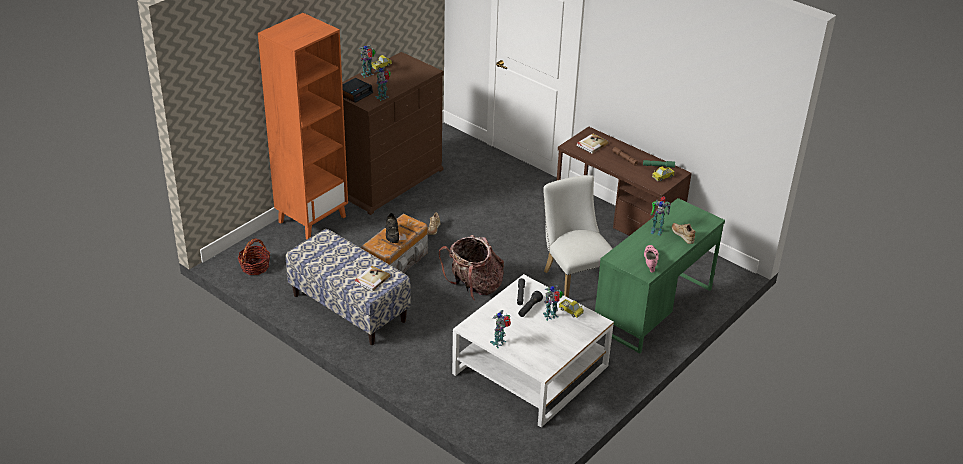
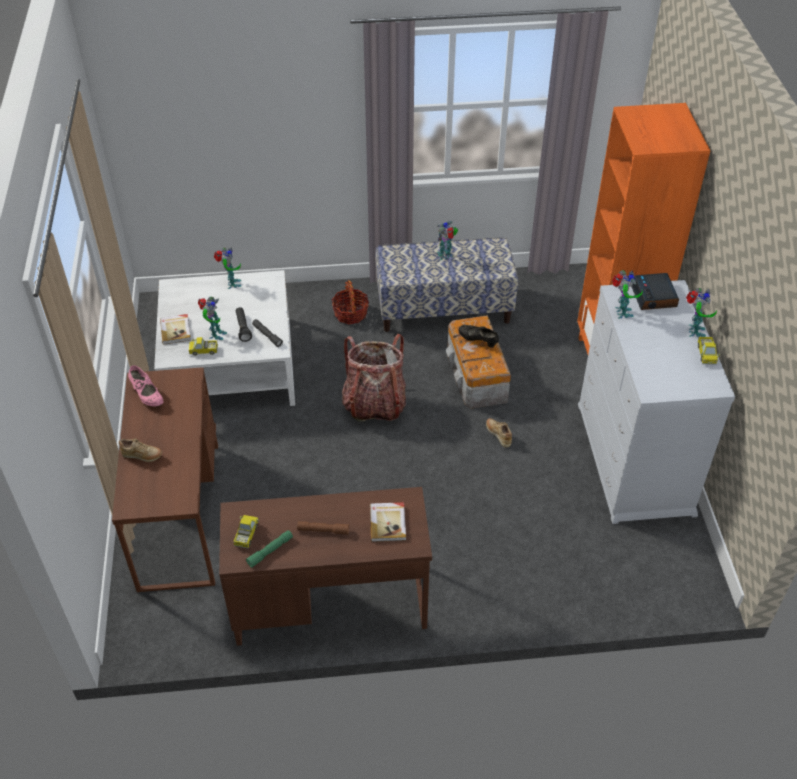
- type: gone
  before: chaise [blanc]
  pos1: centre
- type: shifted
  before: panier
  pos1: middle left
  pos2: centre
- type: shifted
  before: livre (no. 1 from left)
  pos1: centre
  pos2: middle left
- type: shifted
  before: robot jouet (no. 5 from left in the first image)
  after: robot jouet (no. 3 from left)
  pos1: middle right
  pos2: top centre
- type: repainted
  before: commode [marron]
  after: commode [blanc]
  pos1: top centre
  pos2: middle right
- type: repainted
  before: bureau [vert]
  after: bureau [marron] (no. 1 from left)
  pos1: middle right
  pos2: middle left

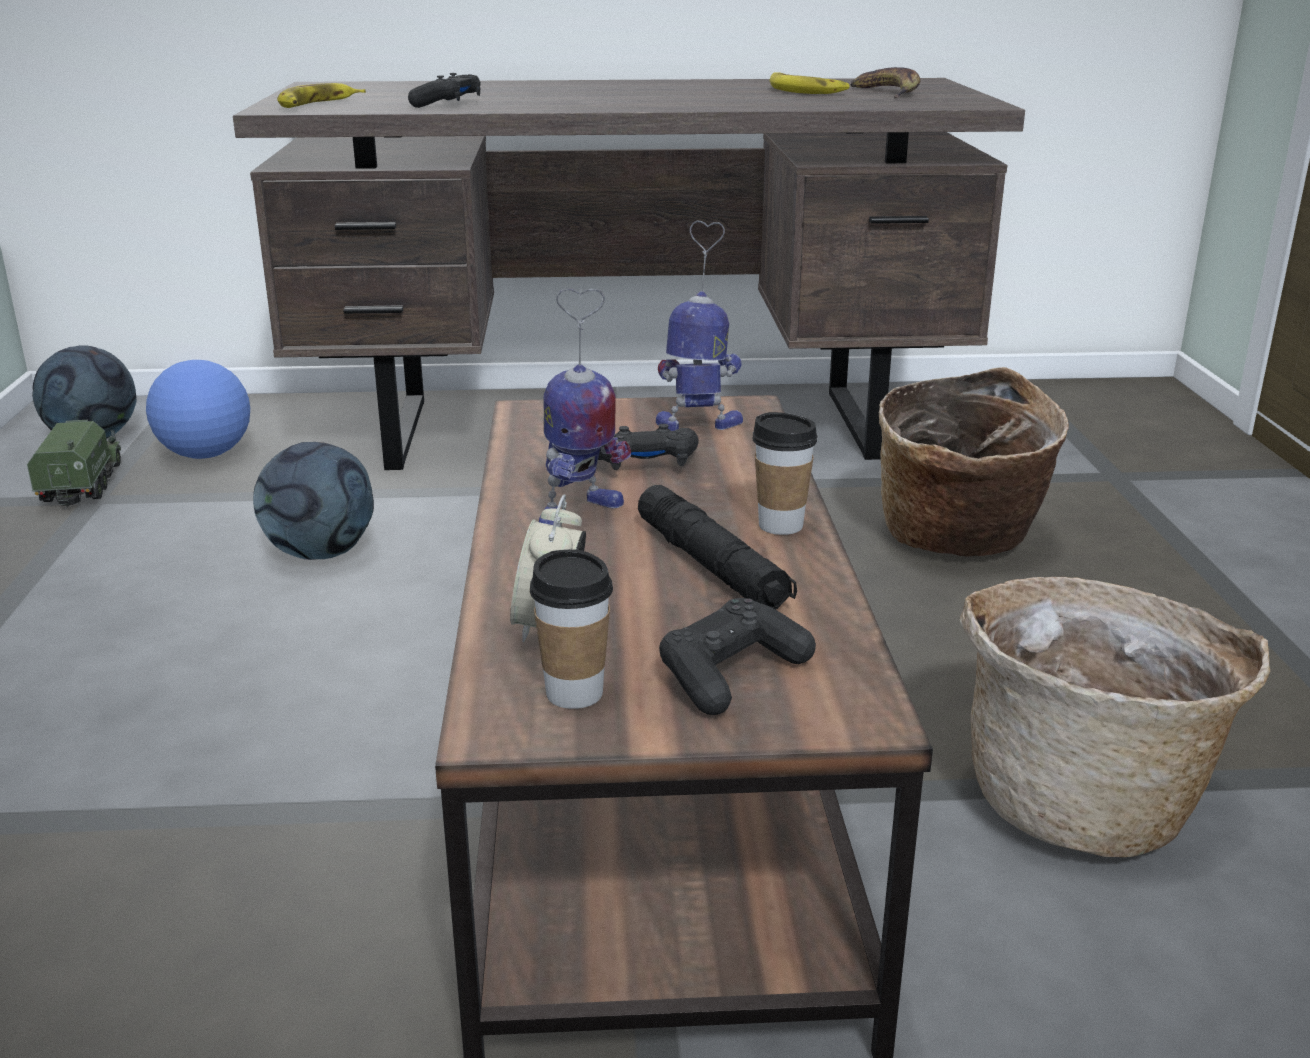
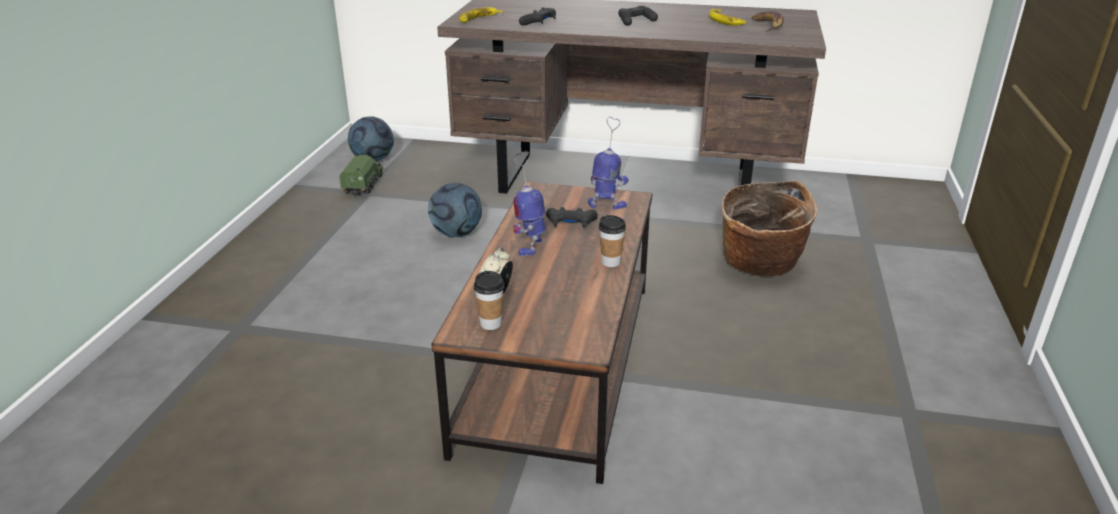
- type: gone
  before: ballon de foot (no. 2 from left)
  pos1: middle left
- type: gone
  before: lampe de poche [noir]
  pos1: centre
- type: gone
  before: panier (no. 2 from left)
  pos1: bottom right
- type: shifted
  before: manette [noir] (no. 3 from left)
  pos1: centre
  pos2: top centre
- type: rotated
  before: robot jouet (no. 1 from left)
  pos1: centre
  pos2: centre
  turn: 135

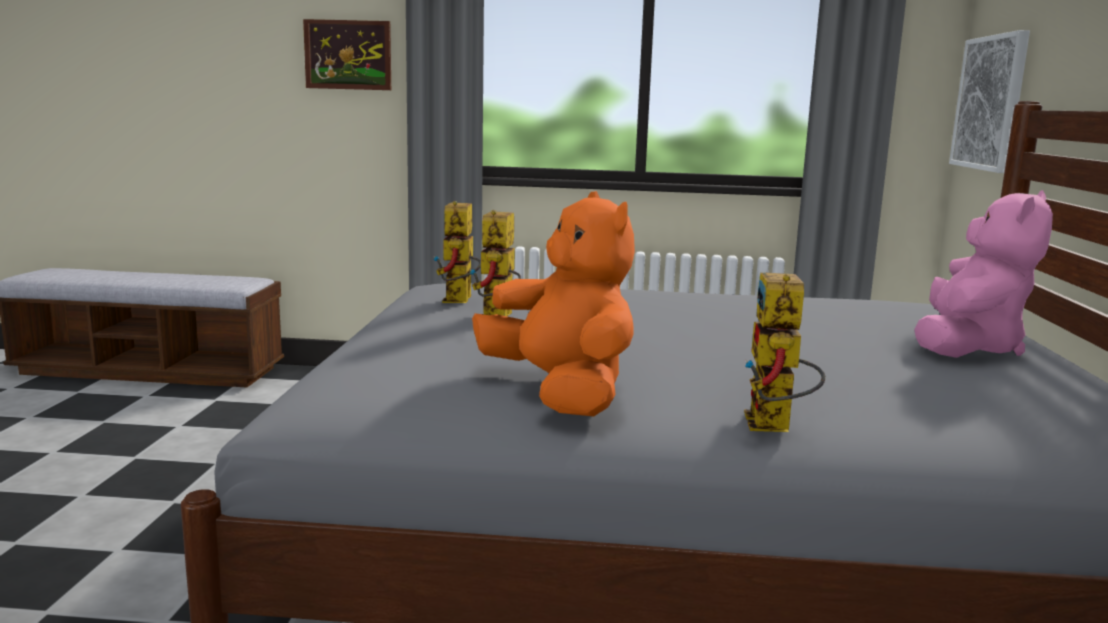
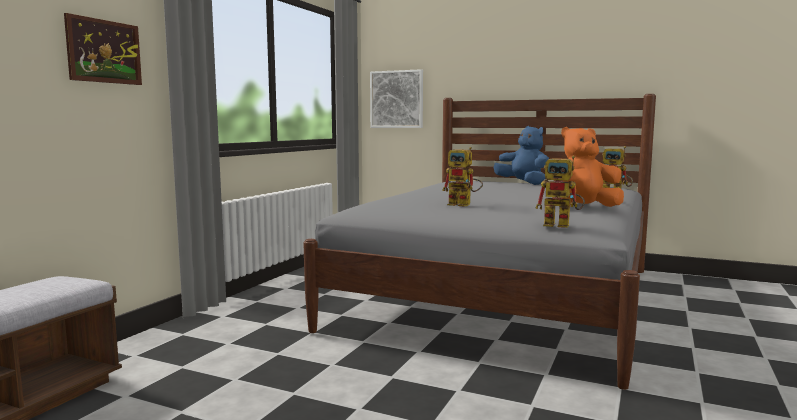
- type: shifted
  before: robot jouet (no. 1 from left in the first image)
  after: robot jouet (no. 2 from left)
  pos1: centre
  pos2: middle right
- type: repainted
  before: peluche [rose]
  after: peluche [bleu]
  pos1: middle right
  pos2: centre

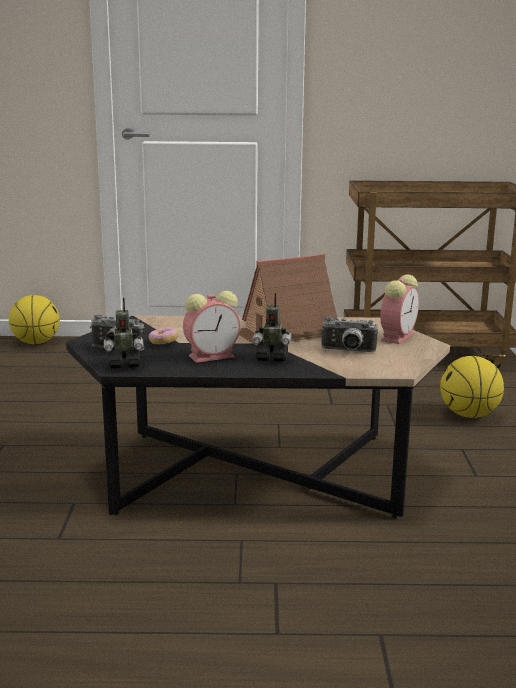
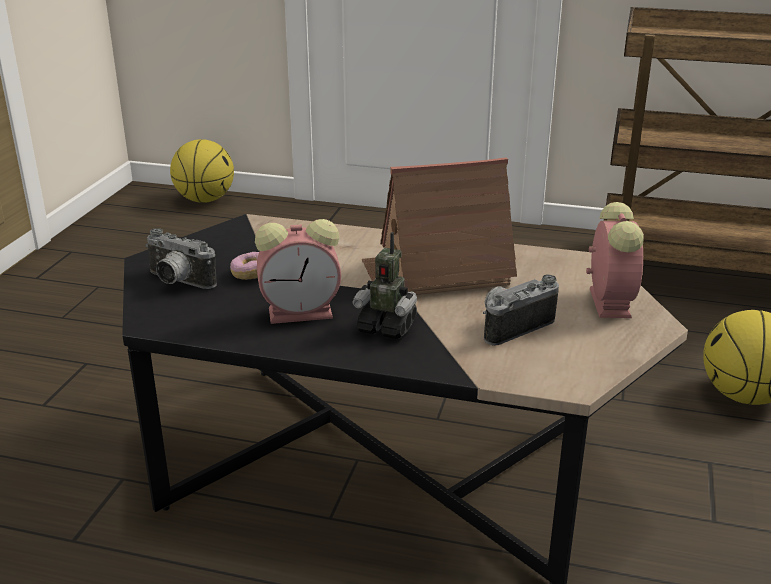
- type: gone
  before: robot jouet (no. 1 from left)
  pos1: middle left
- type: rotated
  before: appareil photo (no. 2 from left)
  pos1: middle right
  pos2: middle right
  turn: 120
- type: rotated
  before: réveil (no. 2 from left)
  pos1: middle right
  pos2: middle right
  turn: -45

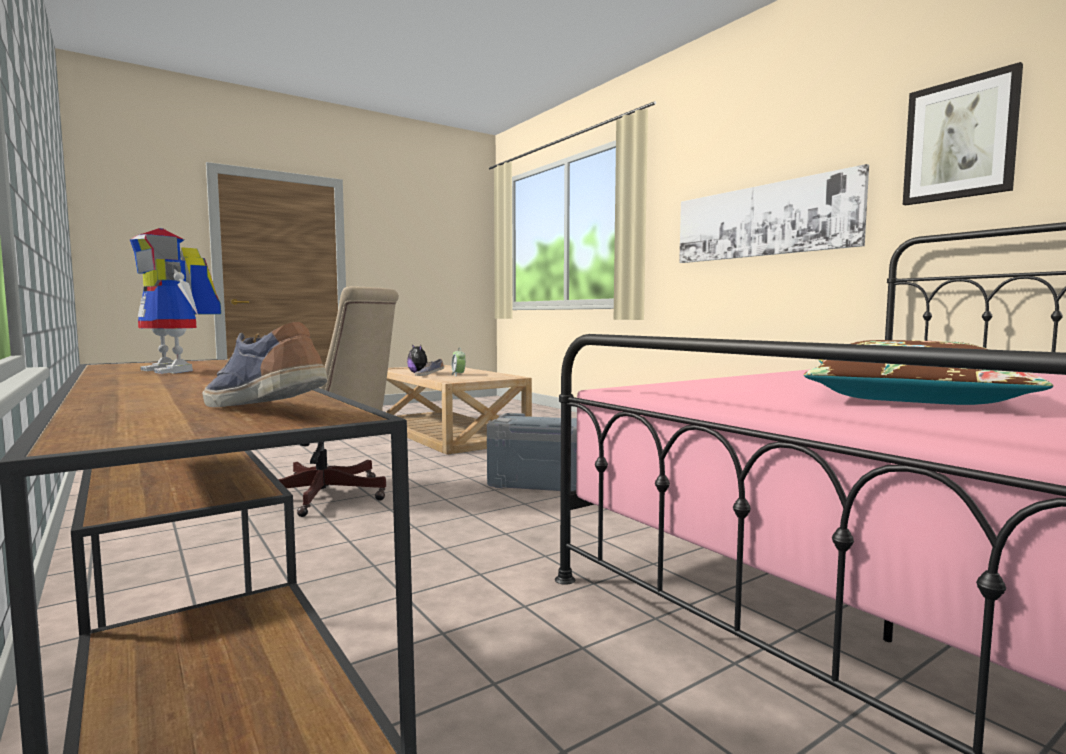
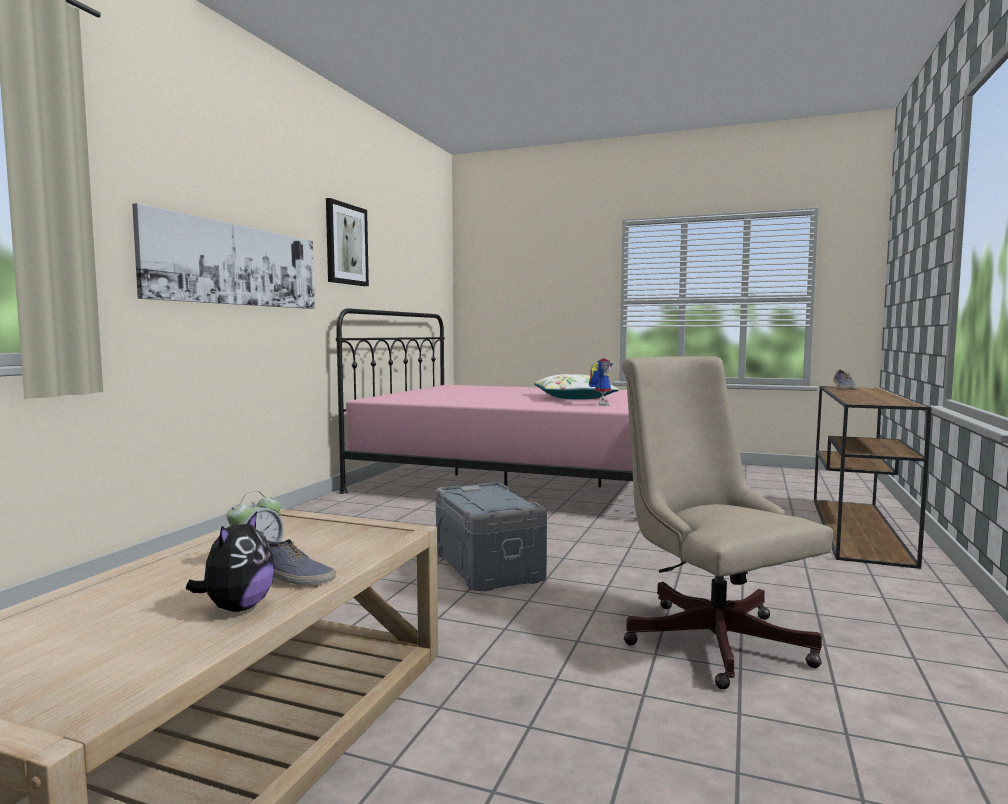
- type: shifted
  before: robot jouet
  pos1: middle left
  pos2: centre
- type: repainted
  before: coussin [marron]
  after: coussin [blanc]
  pos1: middle right
  pos2: centre

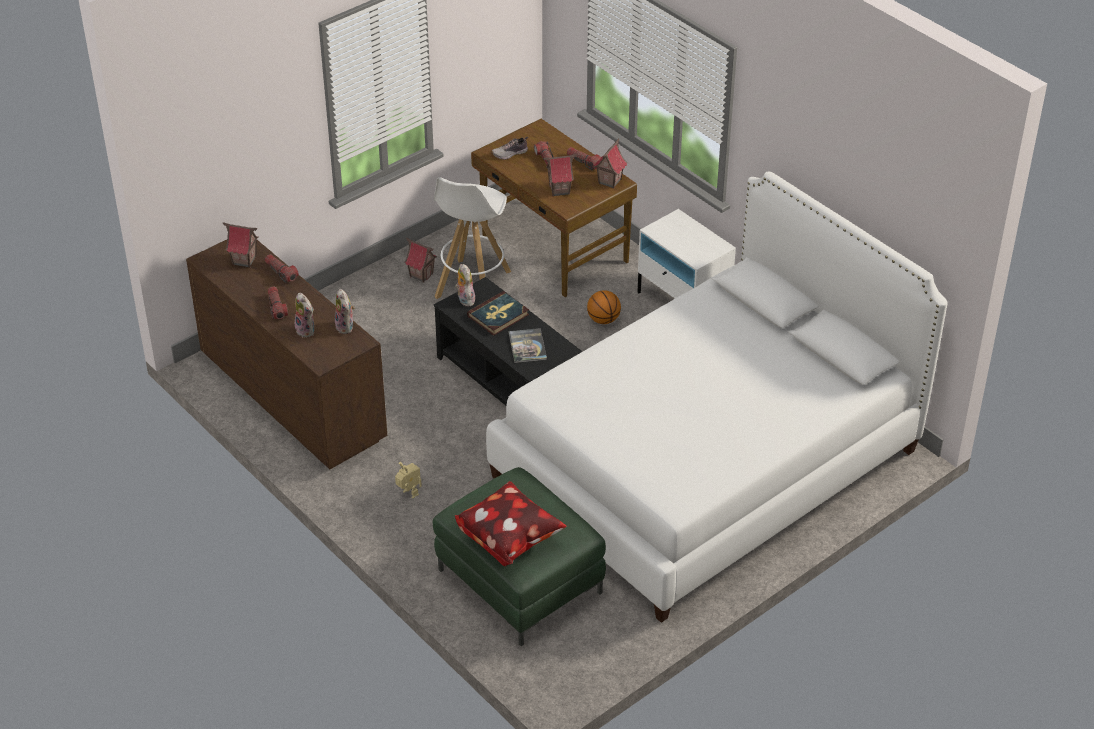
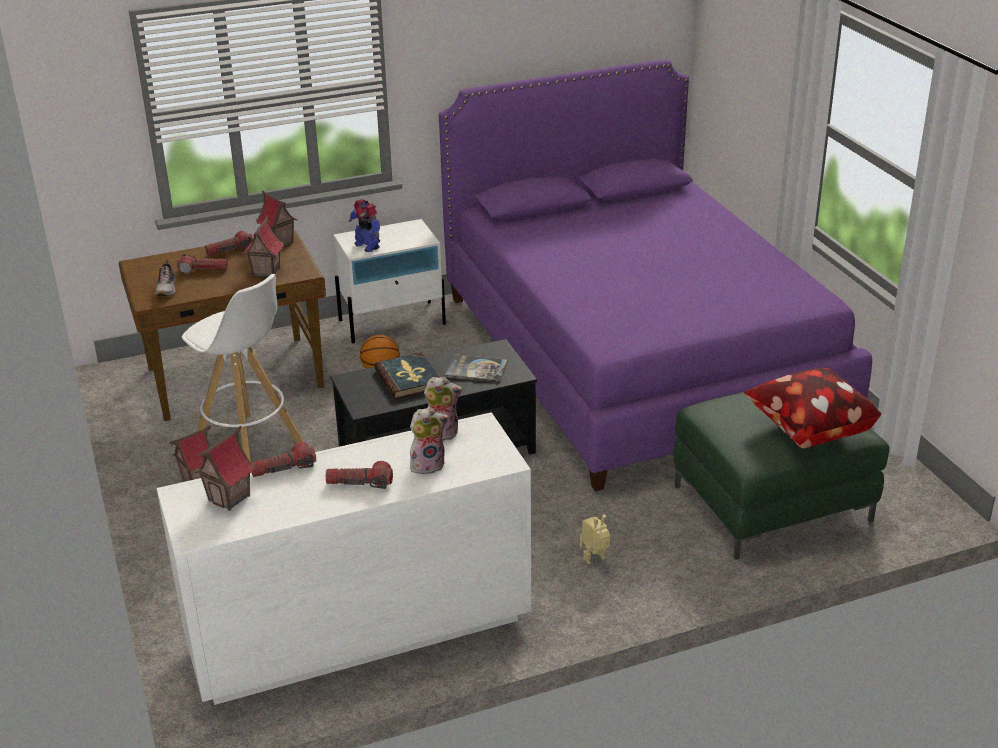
- type: gone
  before: peluche (no. 3 from left)
  pos1: centre
- type: new
  after: robot jouet (no. 1 from left)
  pos2: top centre
- type: repainted
  before: commode [marron]
  after: commode [blanc]
  pos1: middle left
  pos2: bottom centre
- type: repainted
  before: lit [blanc]
  after: lit [violet]
  pos1: centre
  pos2: centre

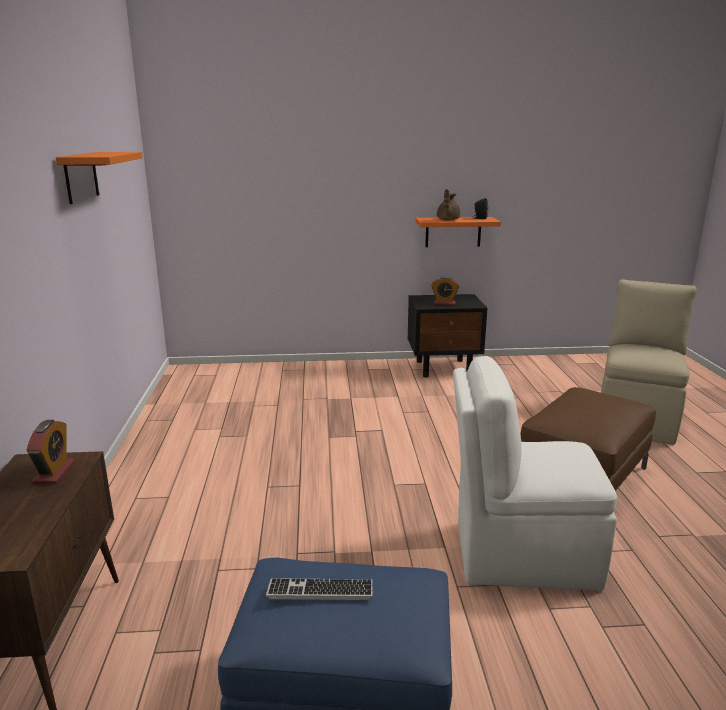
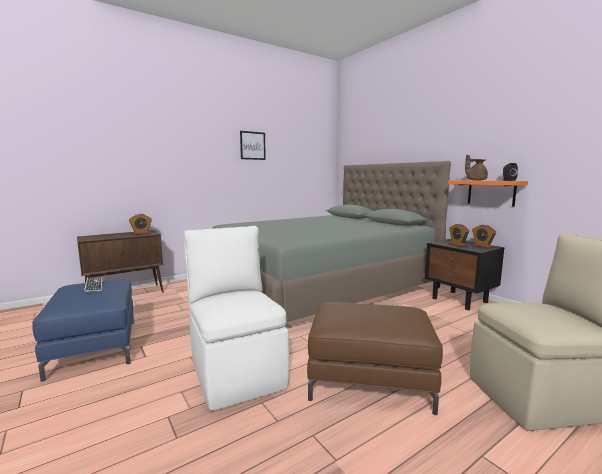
- type: new
  after: lit [gris]
  pos2: centre
- type: new
  after: réveil (no. 3 from left)
  pos2: middle right
- type: swapped
  before: étagère [orange] (no. 1 from left)
  after: tableau
  pos1: top left
  pos2: top centre

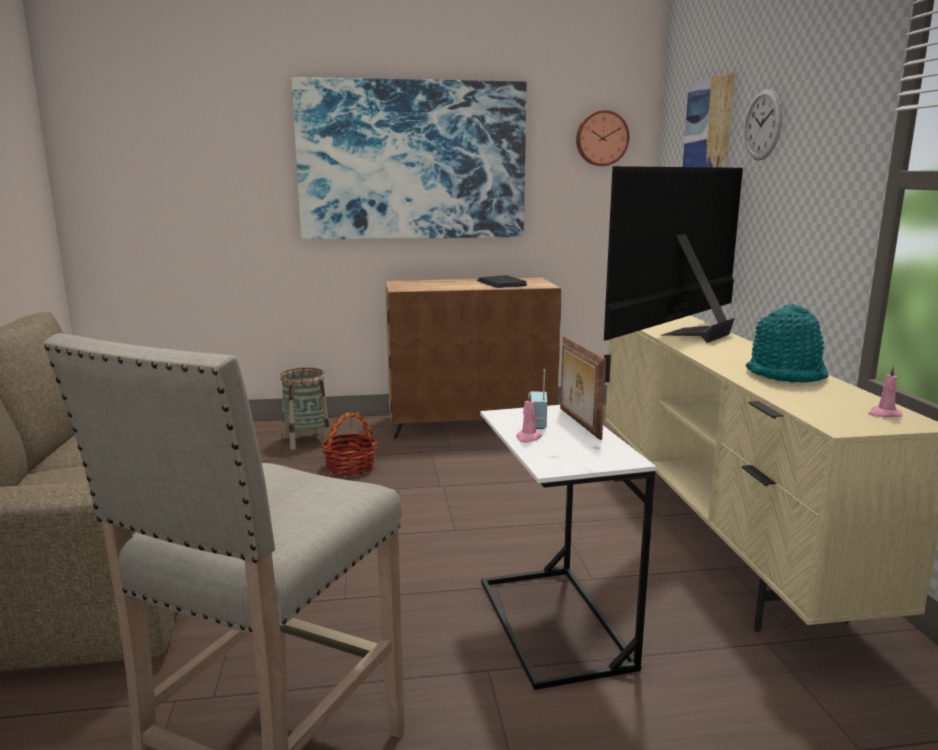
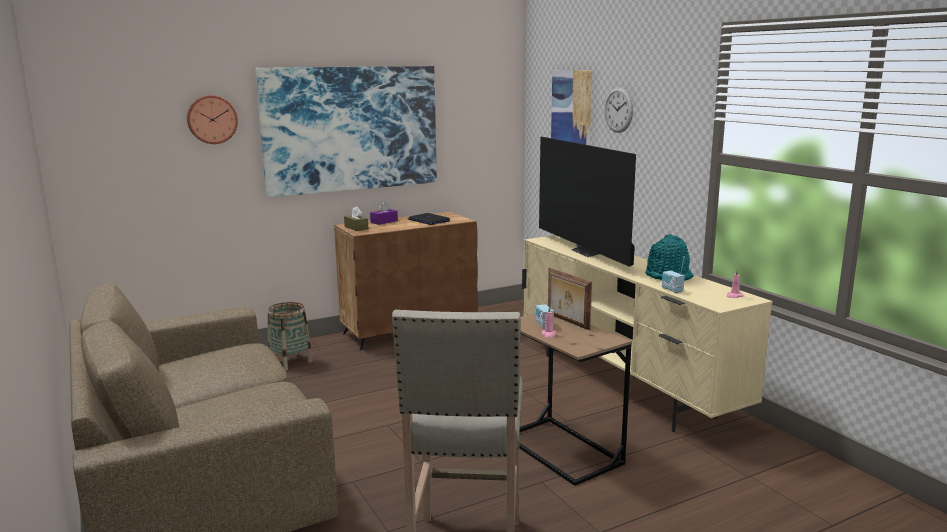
- type: gone
  before: panier (no. 2 from left)
  pos1: centre
- type: new
  after: boîte à mouchoirs [marron]
  pos2: centre
- type: new
  after: boîte à mouchoirs [violet]
  pos2: centre
- type: new
  after: radio (no. 2 from left)
  pos2: middle right
- type: shifted
  before: horloge murale (no. 1 from left)
  pos1: top centre
  pos2: top left
- type: repainted
  before: table d'appoint [blanc]
  after: table d'appoint [marron]
  pos1: bottom centre
  pos2: bottom centre
- type: rotated
  before: téléviseur
  pos1: middle right
  pos2: centre
  turn: -45

